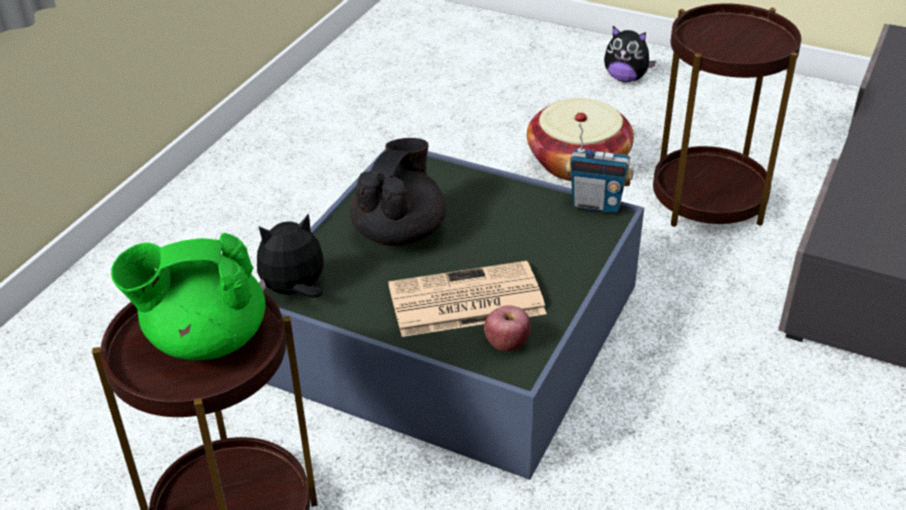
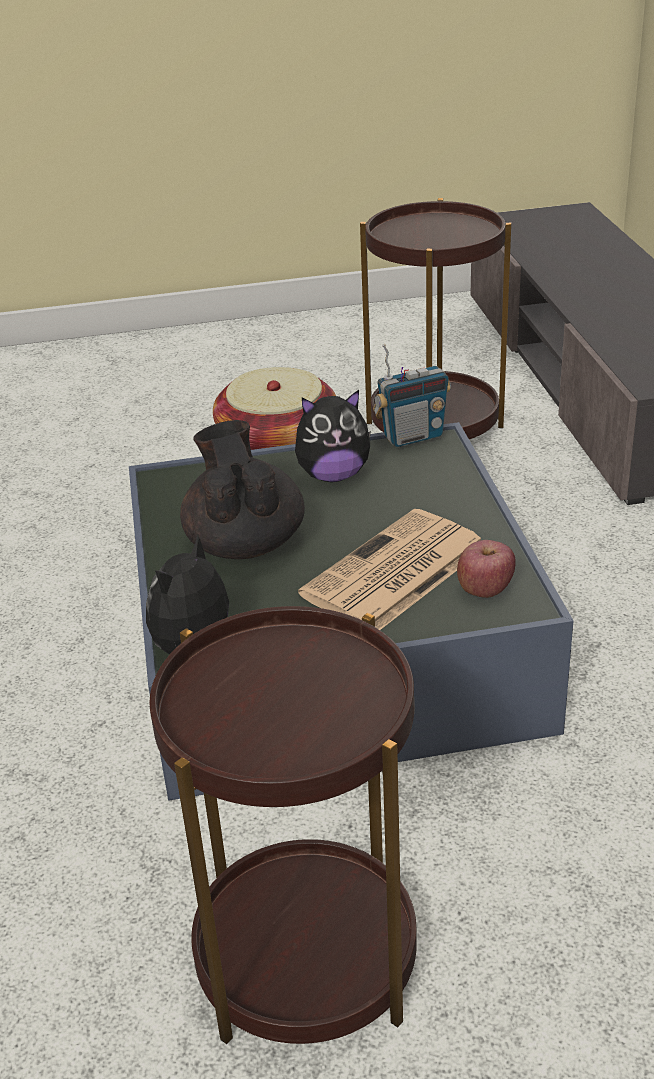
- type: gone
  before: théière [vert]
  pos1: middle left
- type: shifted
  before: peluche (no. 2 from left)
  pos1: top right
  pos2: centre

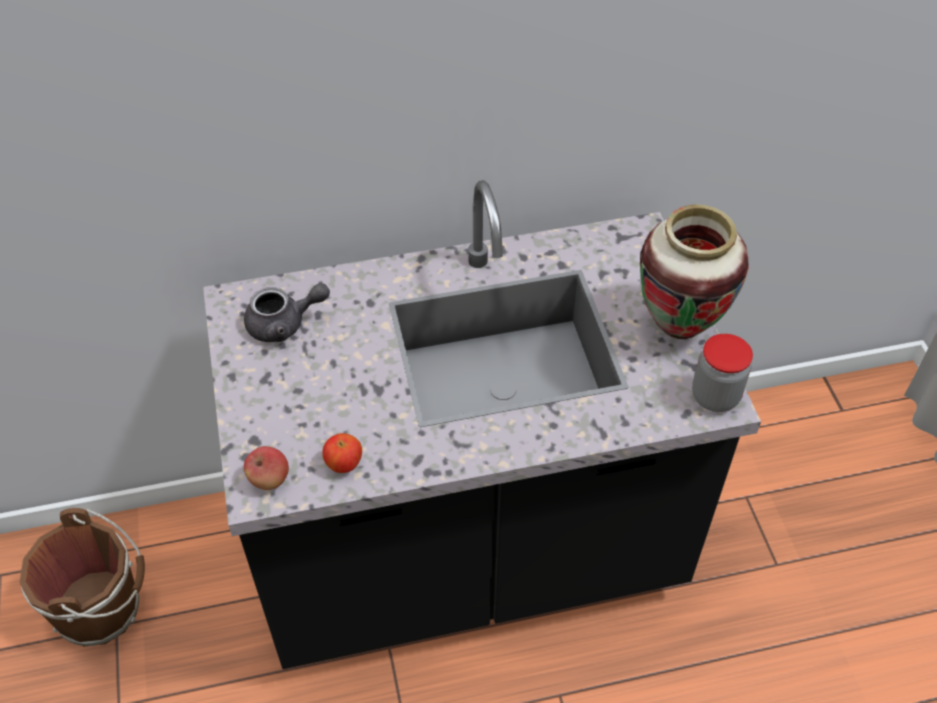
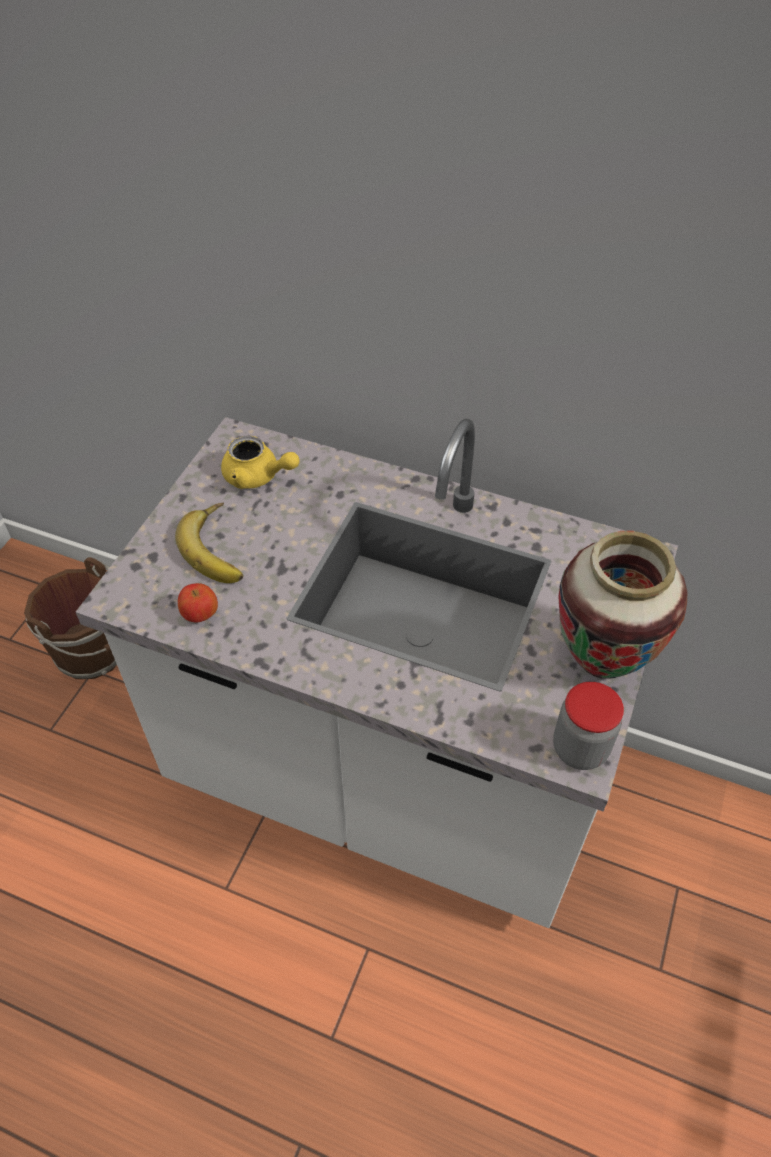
- type: gone
  before: pomme (no. 1 from left)
  pos1: middle left
- type: new
  after: banane
  pos2: middle left
- type: repainted
  before: comptoir de cuisine [noir]
  after: comptoir de cuisine [blanc]
  pos1: centre
  pos2: centre
- type: repainted
  before: théière [gris]
  after: théière [jaune]
  pos1: middle left
  pos2: centre

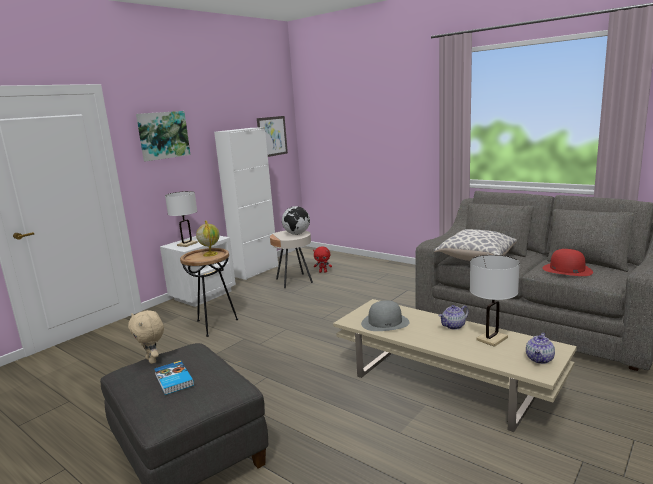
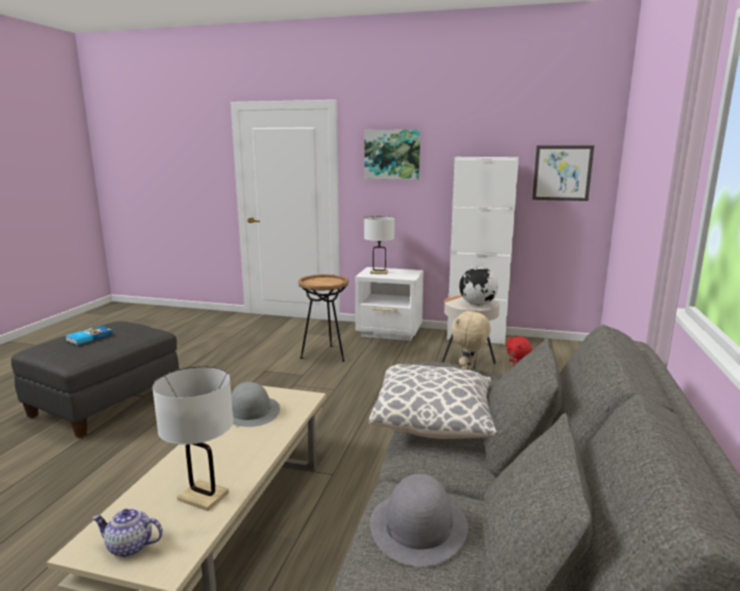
- type: gone
  before: globe (no. 1 from left)
  pos1: middle left
- type: gone
  before: théière (no. 1 from left)
  pos1: middle right
- type: shifted
  before: peluche [beige]
  pos1: bottom left
  pos2: centre
- type: repainted
  before: chapeau [rouge]
  after: chapeau [gris] (no. 2 from left)
  pos1: middle right
  pos2: bottom centre

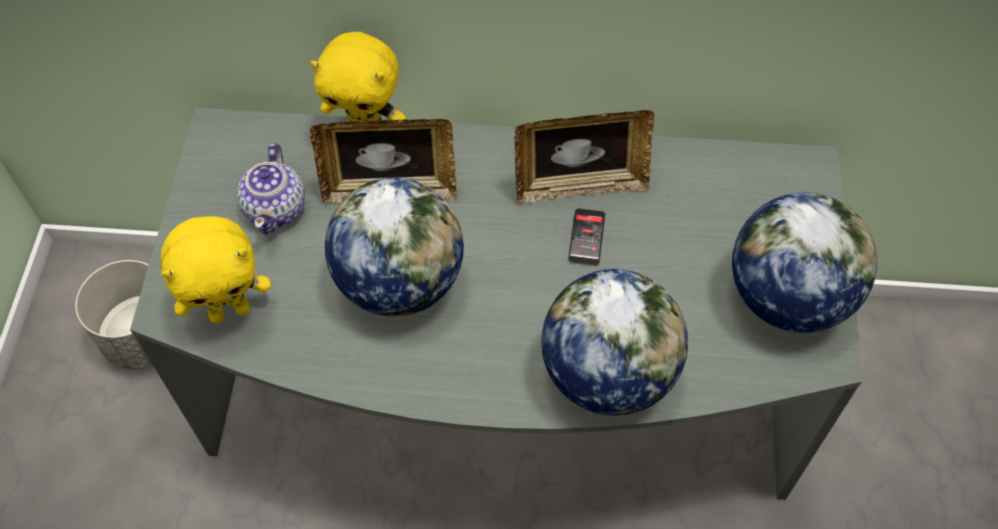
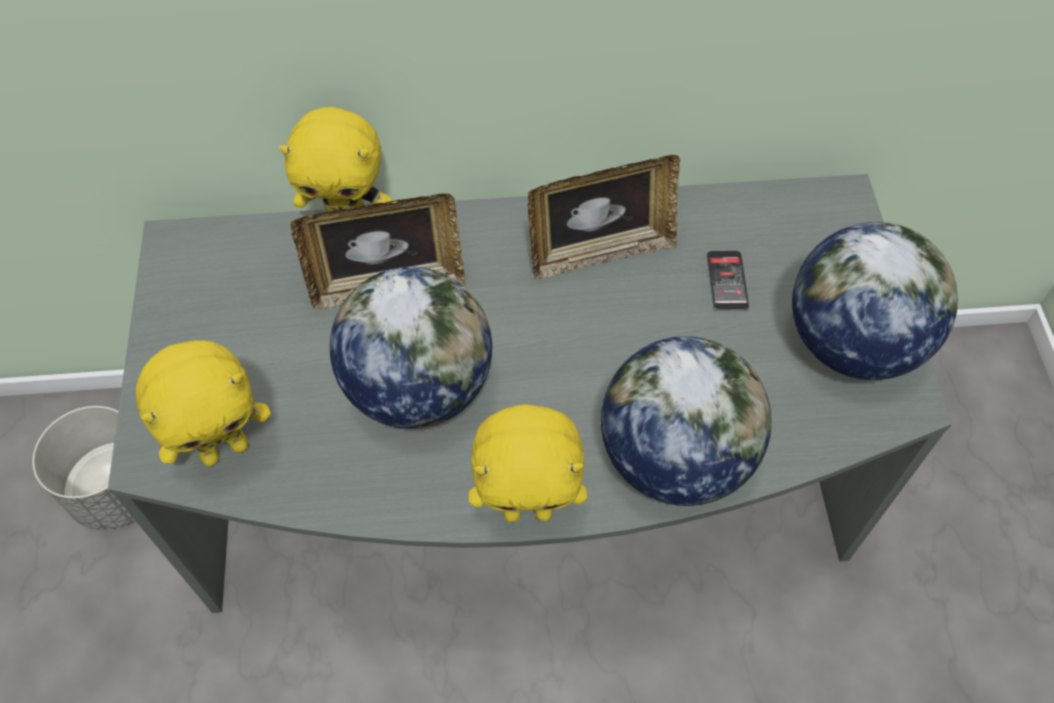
- type: gone
  before: théière
  pos1: middle left
- type: new
  after: peluche [jaune] (no. 3 from left)
  pos2: centre
- type: shifted
  before: téléphone
  pos1: centre
  pos2: middle right

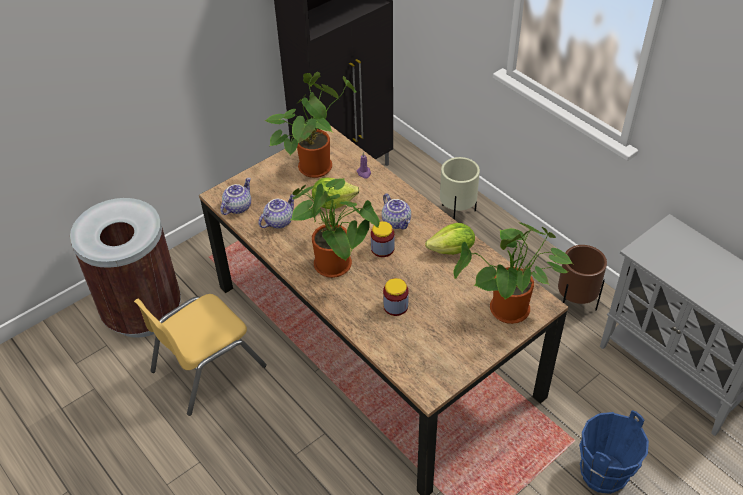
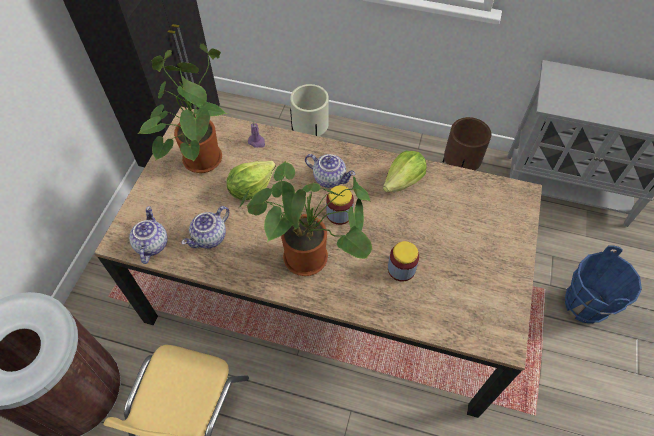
- type: gone
  before: plante en pot (no. 3 from left)
  pos1: middle right
- type: rotated
  before: théière (no. 2 from left)
  pos1: centre
  pos2: middle left
  turn: -150

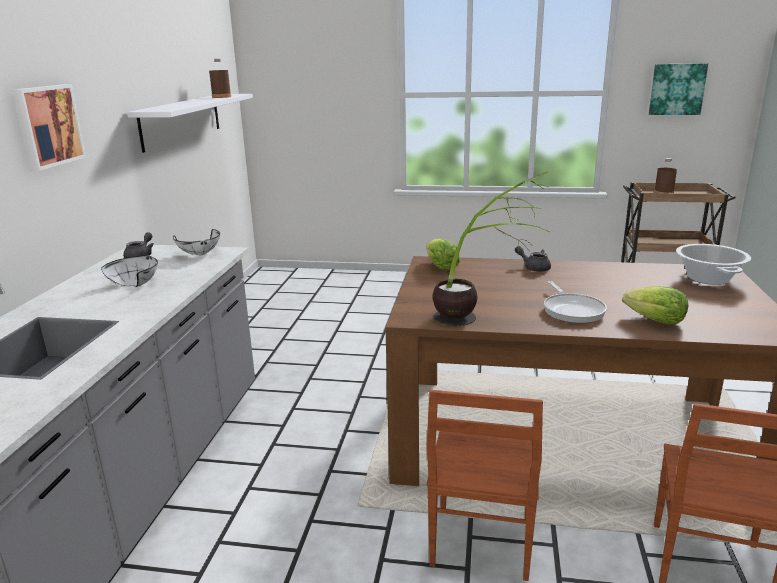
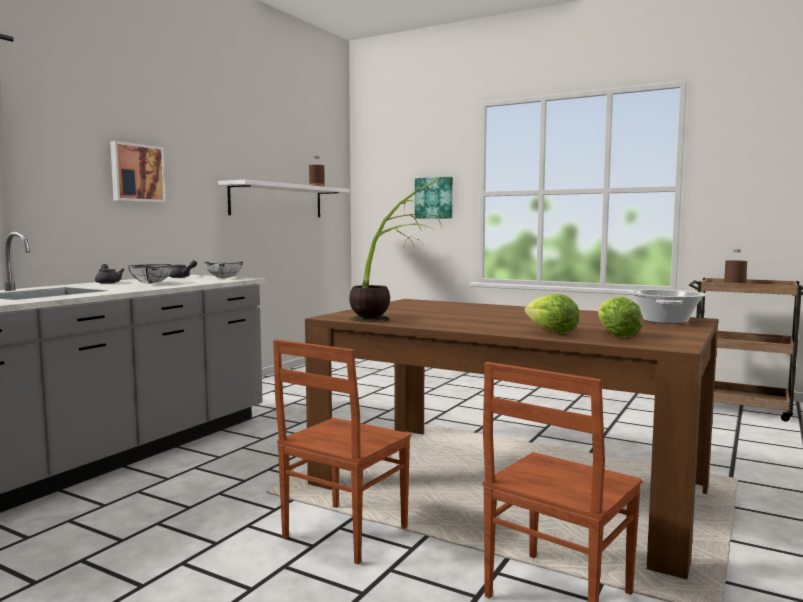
- type: gone
  before: poêle
  pos1: middle right
- type: shifted
  before: laitue (no. 1 from left in the first image)
  after: laitue (no. 2 from left)
  pos1: centre
  pos2: middle right
- type: shifted
  before: théière [gris] (no. 2 from left in the first image)
  after: théière [gris] (no. 1 from left)
  pos1: middle right
  pos2: middle left
- type: shifted
  before: tableau (no. 2 from left)
  pos1: top right
  pos2: top centre

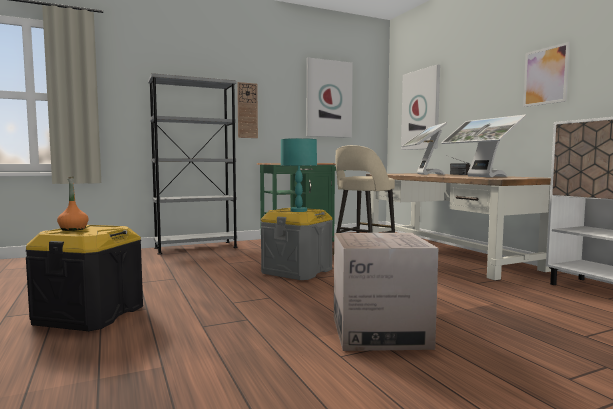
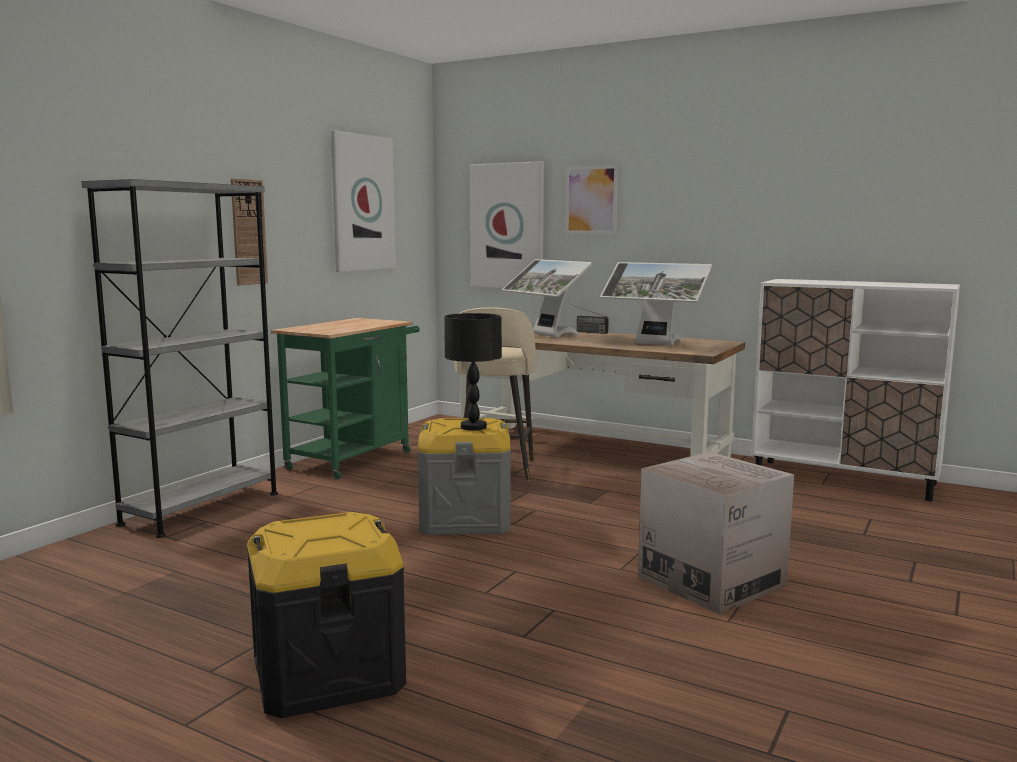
- type: gone
  before: bouteille [orange]
  pos1: middle left
- type: shifted
  before: tableau (no. 3 from left)
  pos1: top right
  pos2: top centre
- type: repainted
  before: lampe de table [turquoise]
  after: lampe de table [noir]
  pos1: centre
  pos2: centre

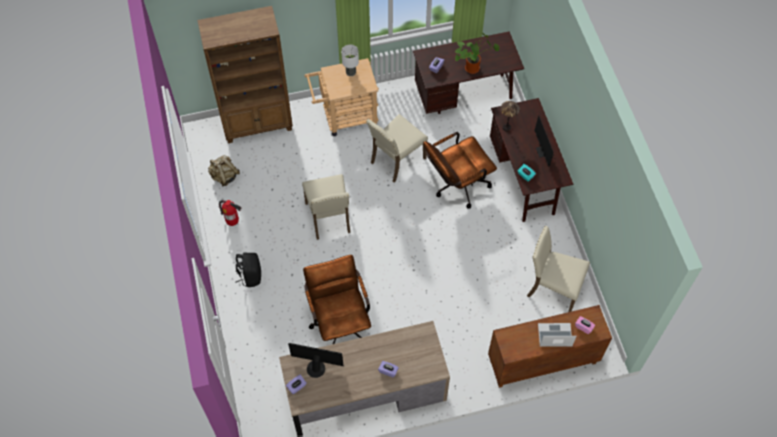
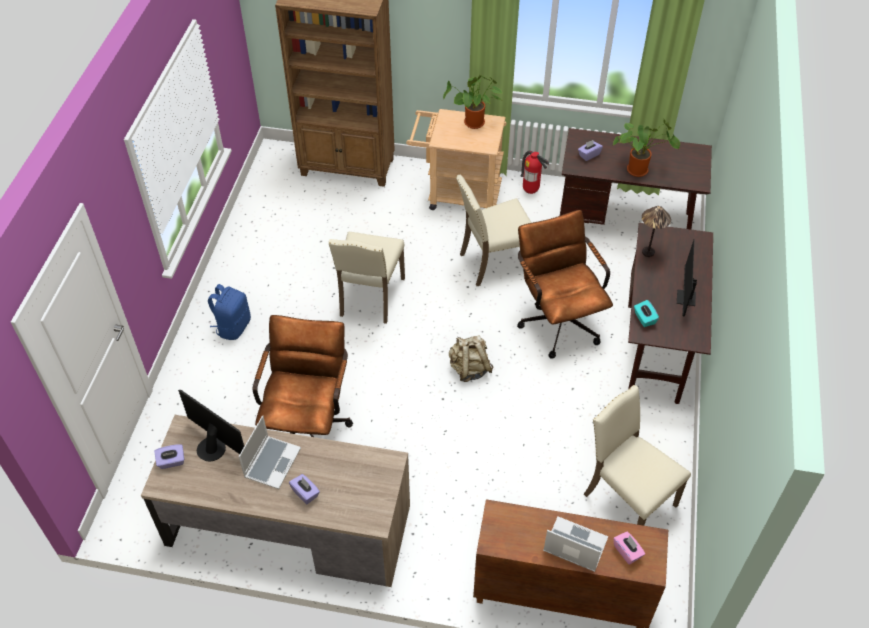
- type: new
  after: ordinateur portable (no. 1 from left)
  pos2: bottom left
- type: shifted
  before: sac à dos [beige]
  pos1: middle left
  pos2: centre
- type: shifted
  before: extincteur
  pos1: middle left
  pos2: top centre
- type: swapped
  before: lampe de table (no. 1 from left)
  after: plante en pot (no. 1 from left)
  pos1: top centre
  pos2: top centre
- type: repainted
  before: sac à dos [noir]
  after: sac à dos [bleu]
  pos1: middle left
  pos2: middle left
- type: rotated
  before: chaise de bureau [marron] (no. 2 from left)
  pos1: centre
  pos2: centre
  turn: 75

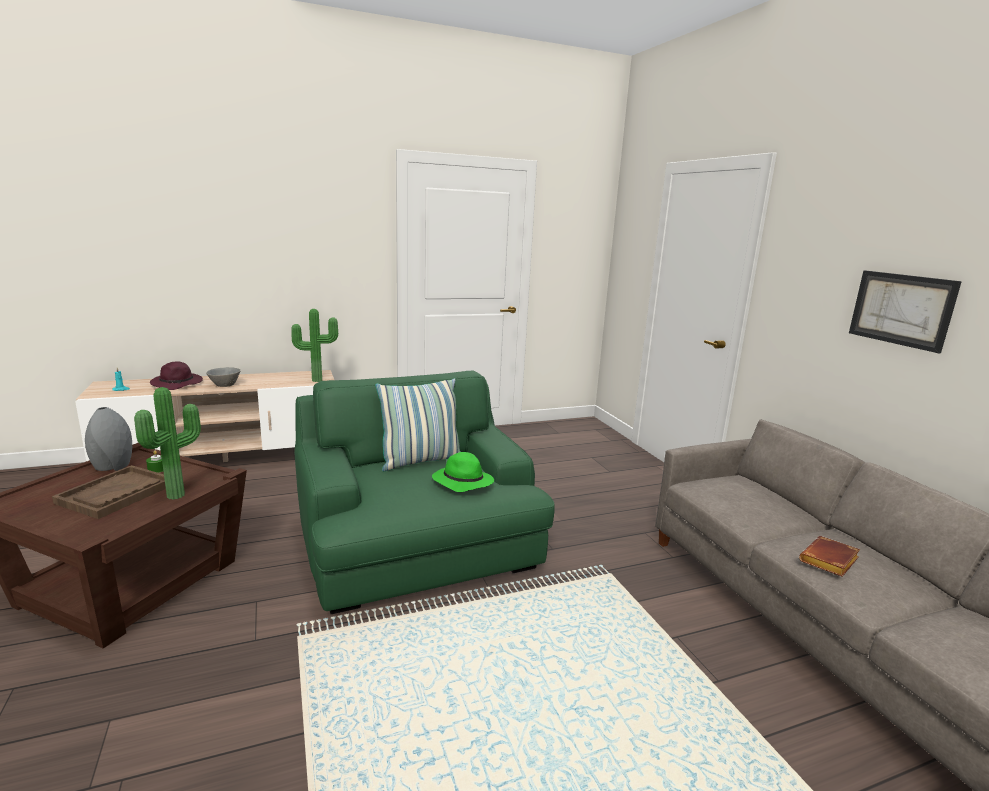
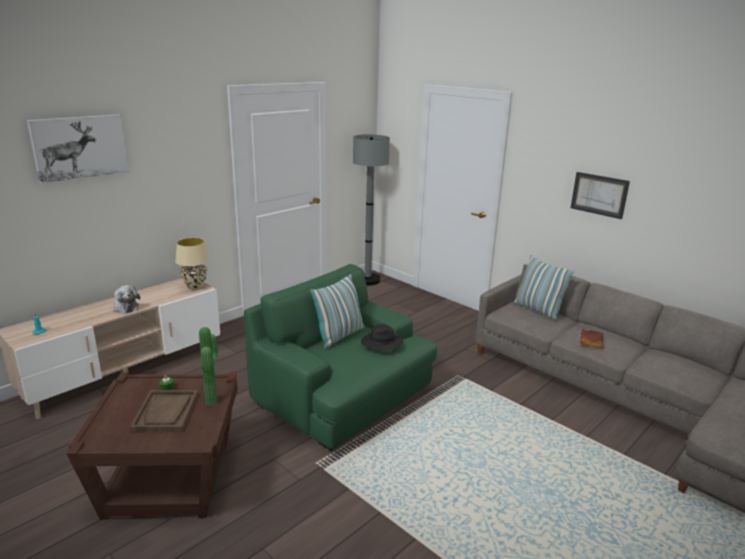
- type: gone
  before: vase [gris]
  pos1: middle left
- type: gone
  before: chapeau [violet]
  pos1: middle left
- type: new
  after: tableau (no. 1 from left)
  pos2: top left
- type: new
  after: lampadaire [gris]
  pos2: centre
- type: new
  after: coussin (no. 2 from left)
  pos2: middle right
- type: swapped
  before: bol [gris]
  after: peluche
  pos1: middle left
  pos2: middle left
- type: swapped
  before: plante en pot (no. 2 from left)
  after: lampe de table [beige]
  pos1: middle left
  pos2: middle left
- type: repainted
  before: chapeau [vert]
  after: chapeau [noir]
  pos1: centre
  pos2: centre

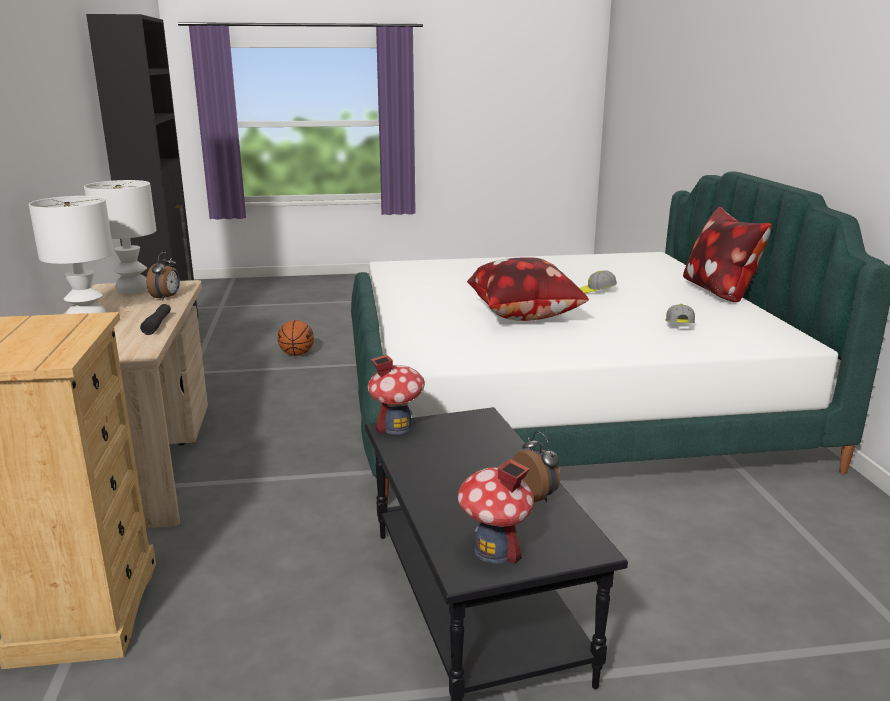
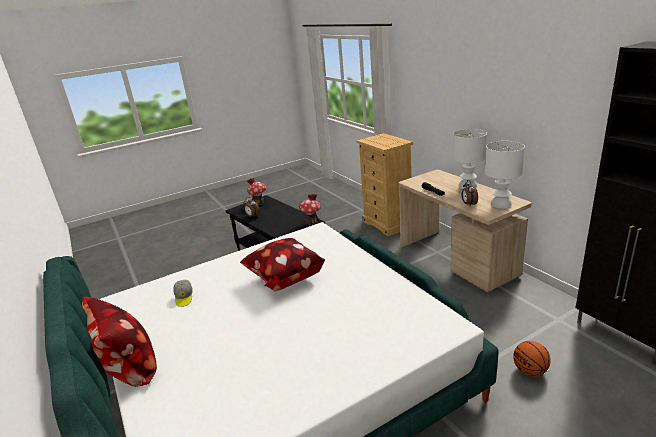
- type: gone
  before: casquette (no. 1 from left)
  pos1: middle right

